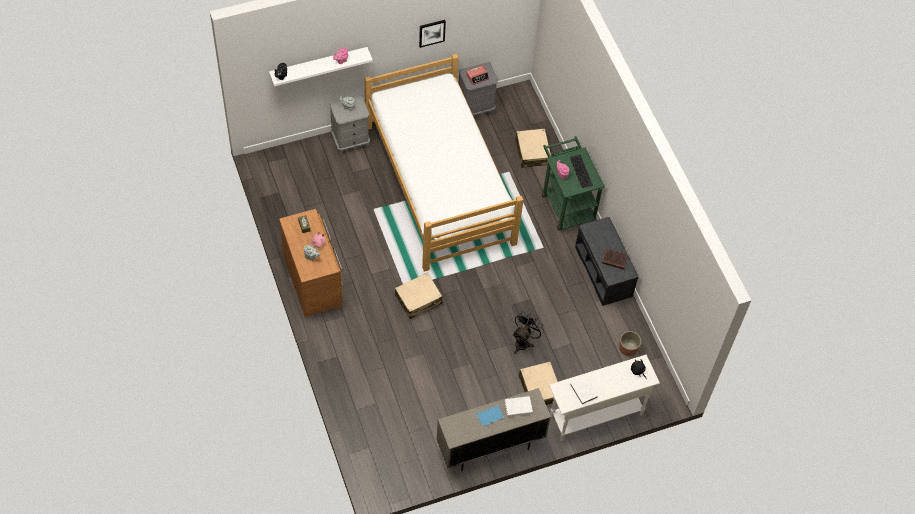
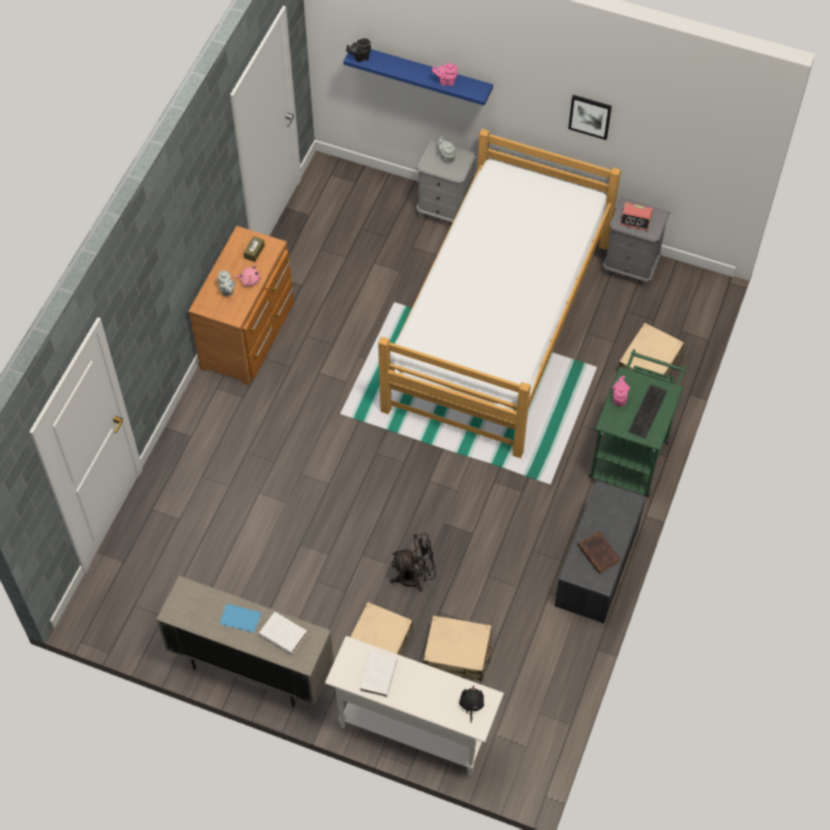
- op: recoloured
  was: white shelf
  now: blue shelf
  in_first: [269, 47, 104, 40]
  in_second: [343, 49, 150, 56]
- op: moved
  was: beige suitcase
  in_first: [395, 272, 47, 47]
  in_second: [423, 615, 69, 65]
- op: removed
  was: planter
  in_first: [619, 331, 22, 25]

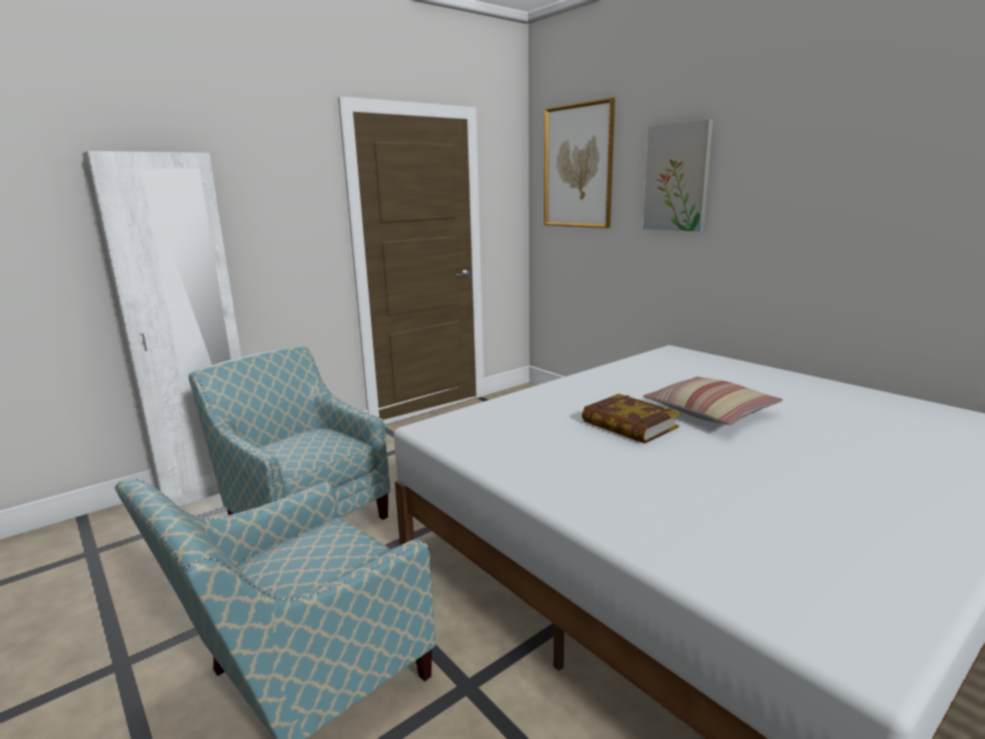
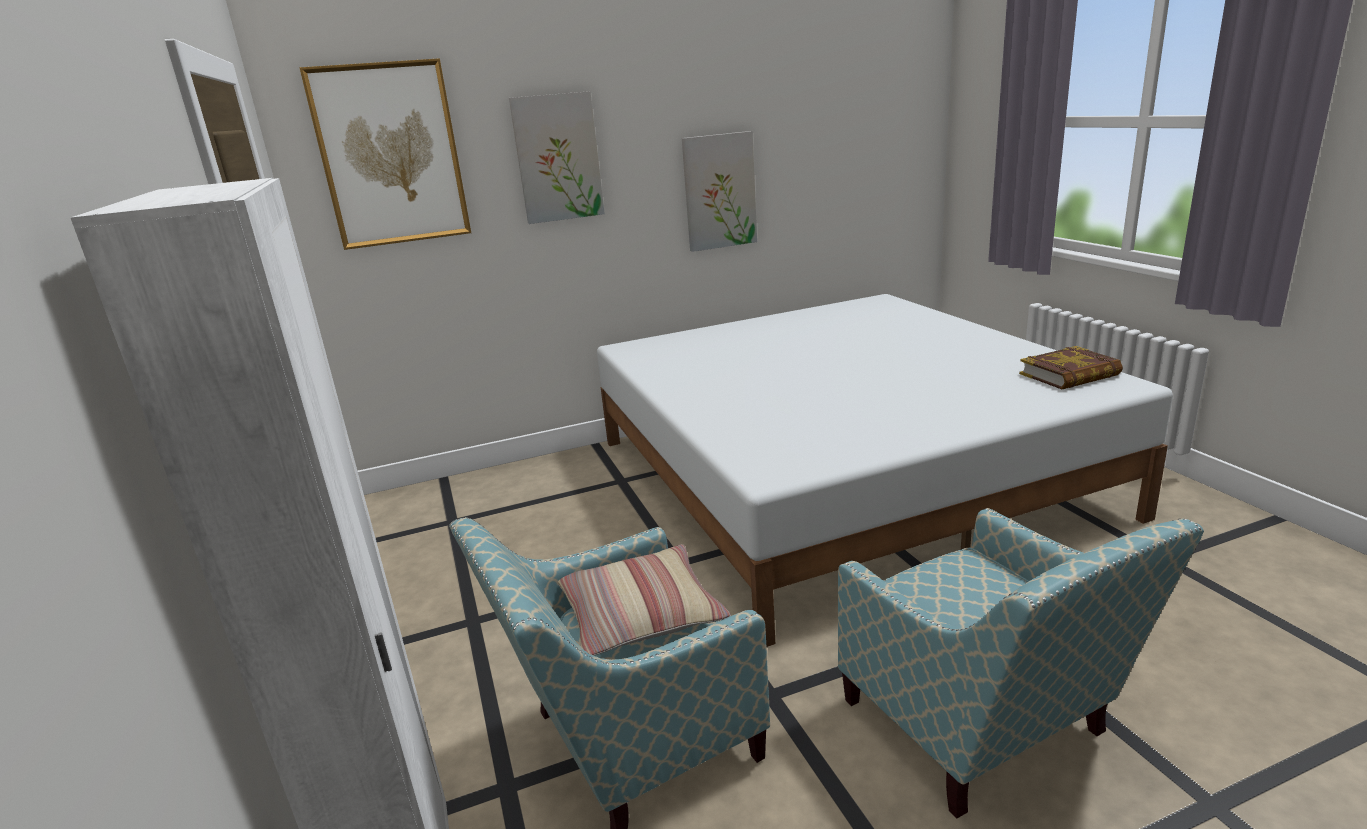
- op: moved
  was: pillow
  in_first: [643, 376, 140, 49]
  in_second: [558, 544, 173, 112]
- op: added
  now: picture
  in_second: [682, 131, 75, 121]
- op: moved
  was: book
  in_first: [582, 394, 99, 49]
  in_second: [1019, 346, 104, 43]

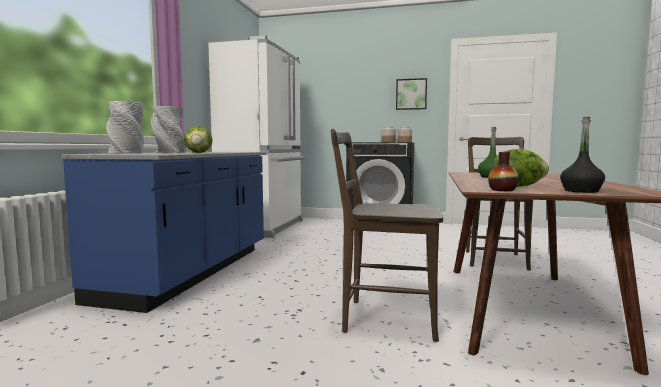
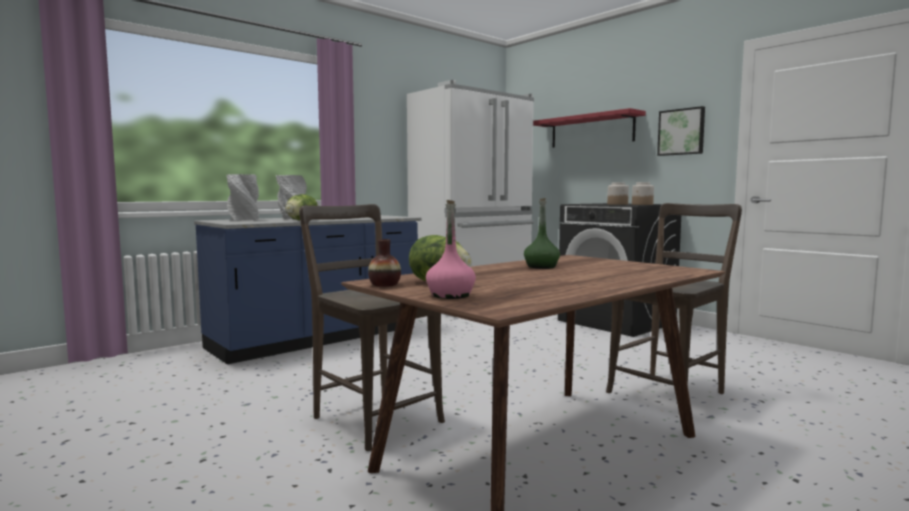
- op: recoloured
  was: black bottle
  now: pink bottle
  in_first: [560, 117, 45, 76]
  in_second: [426, 200, 50, 99]
- op: added
  now: red shelf
  in_second: [533, 108, 113, 40]

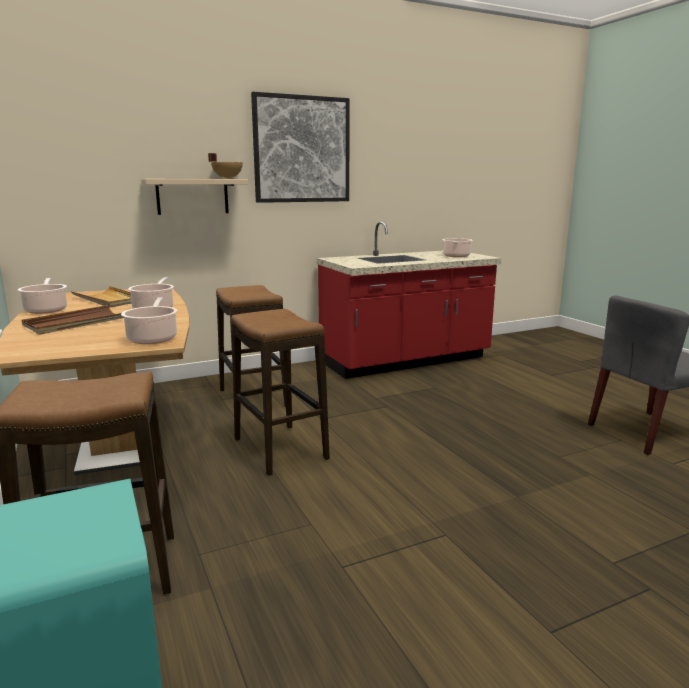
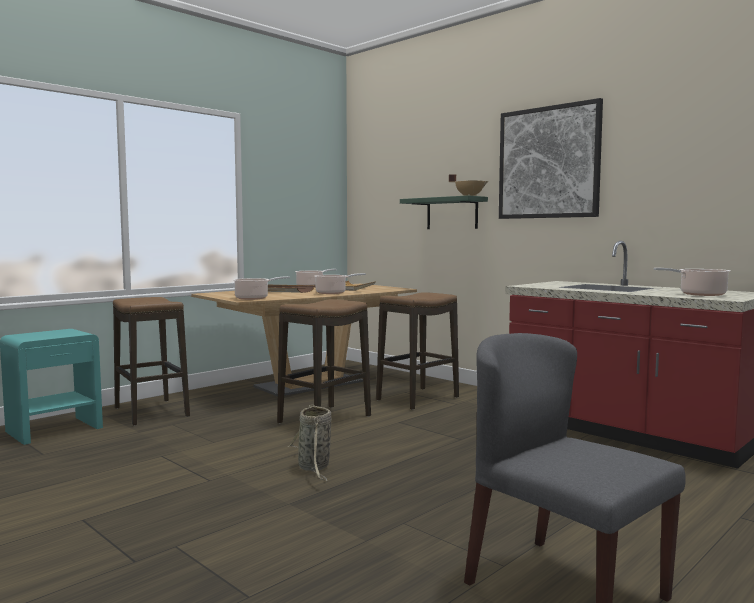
- op: added
  now: basket
  in_second: [288, 405, 44, 76]
- op: recoloured
  was: beige shelf
  now: green shelf
  in_first: [141, 179, 107, 36]
  in_second: [400, 195, 88, 34]

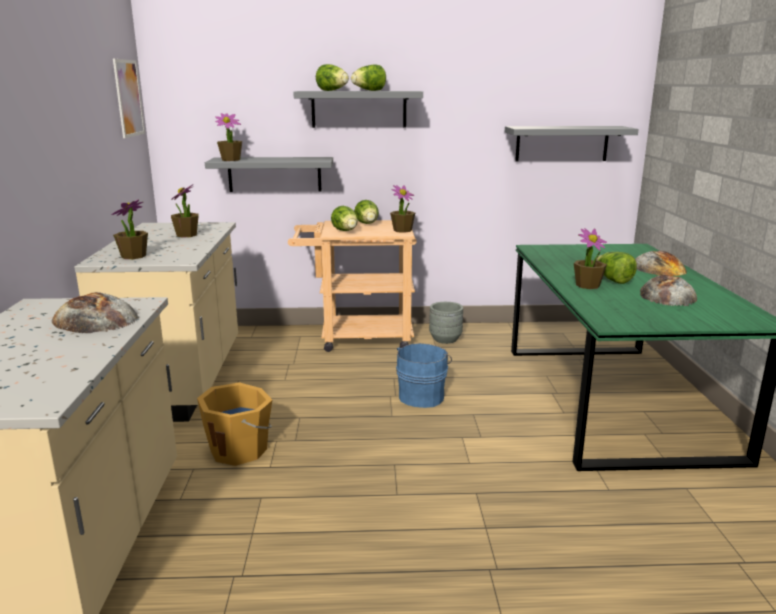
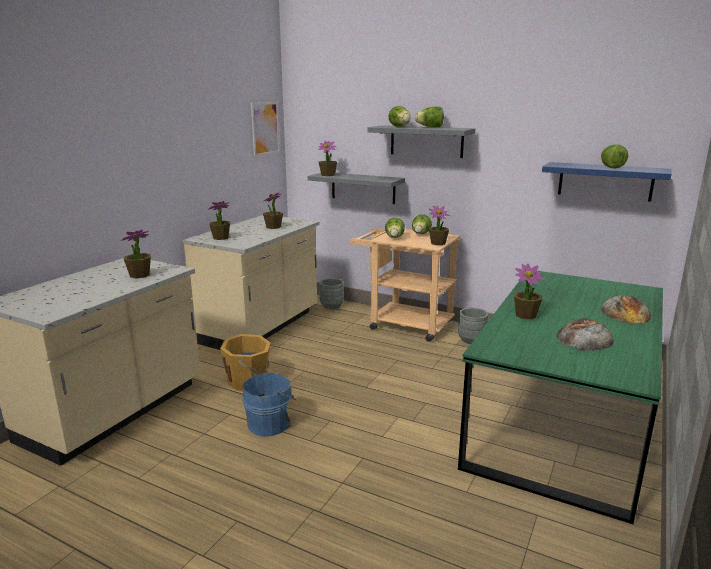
- op: replaced
  was: bread
  now: potted plant
  in_first: [52, 292, 87, 41]
  in_second: [121, 230, 30, 48]
- op: moved
  was: blue bucket
  in_first: [396, 343, 56, 65]
  in_second: [243, 373, 54, 64]
- op: added
  now: grey planter
  in_second: [319, 278, 25, 31]
- op: recoloured
  was: grey shelf
  now: blue shelf
  in_first: [505, 126, 134, 35]
  in_second: [542, 162, 129, 40]
- op: moved
  was: lettuce
  in_first: [596, 252, 41, 32]
  in_second: [601, 144, 27, 25]

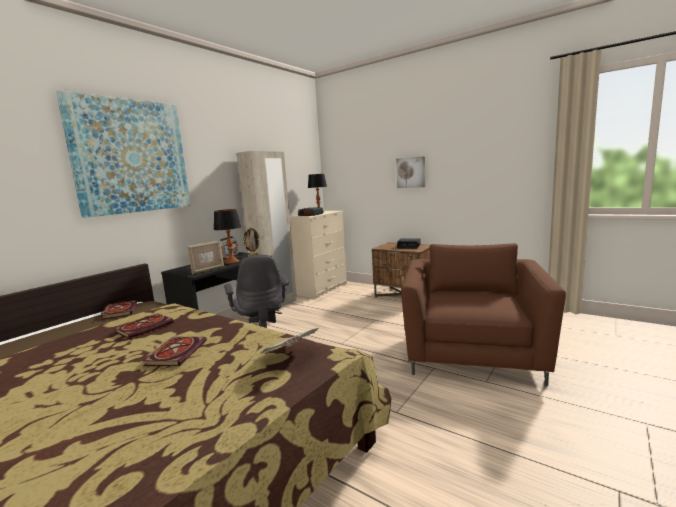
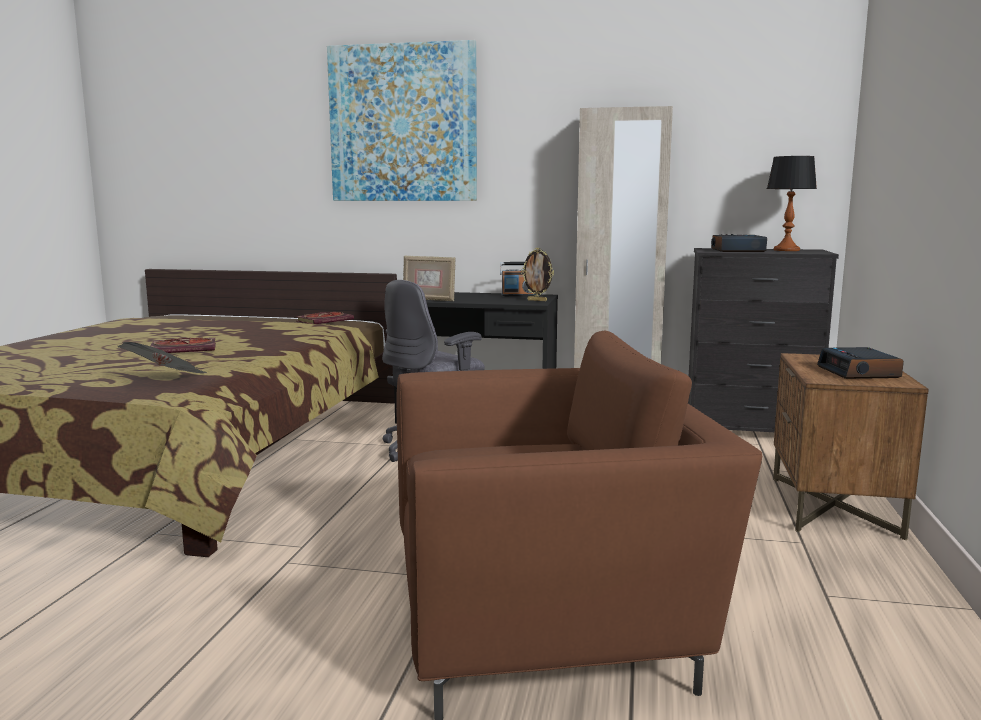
- op: recoloured
  was: beige dresser
  now: black dresser
  in_first: [290, 211, 57, 88]
  in_second: [688, 248, 151, 184]
- op: removed
  was: book
  in_first: [114, 313, 60, 26]
- op: removed
  was: table lamp
  in_first: [214, 209, 27, 55]
- op: removed
  was: picture
  in_first: [396, 156, 29, 32]

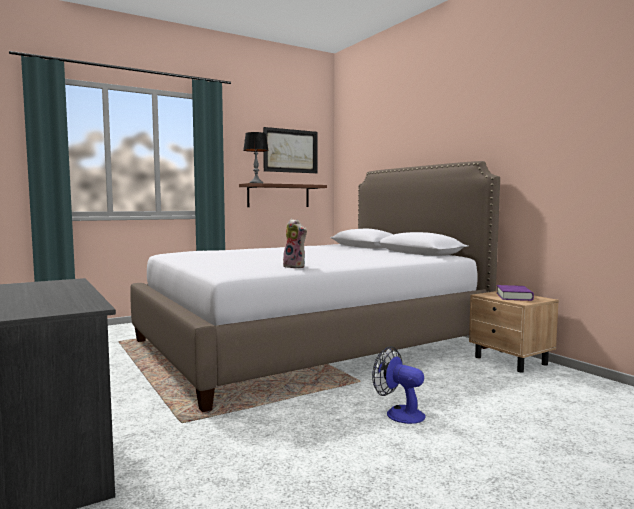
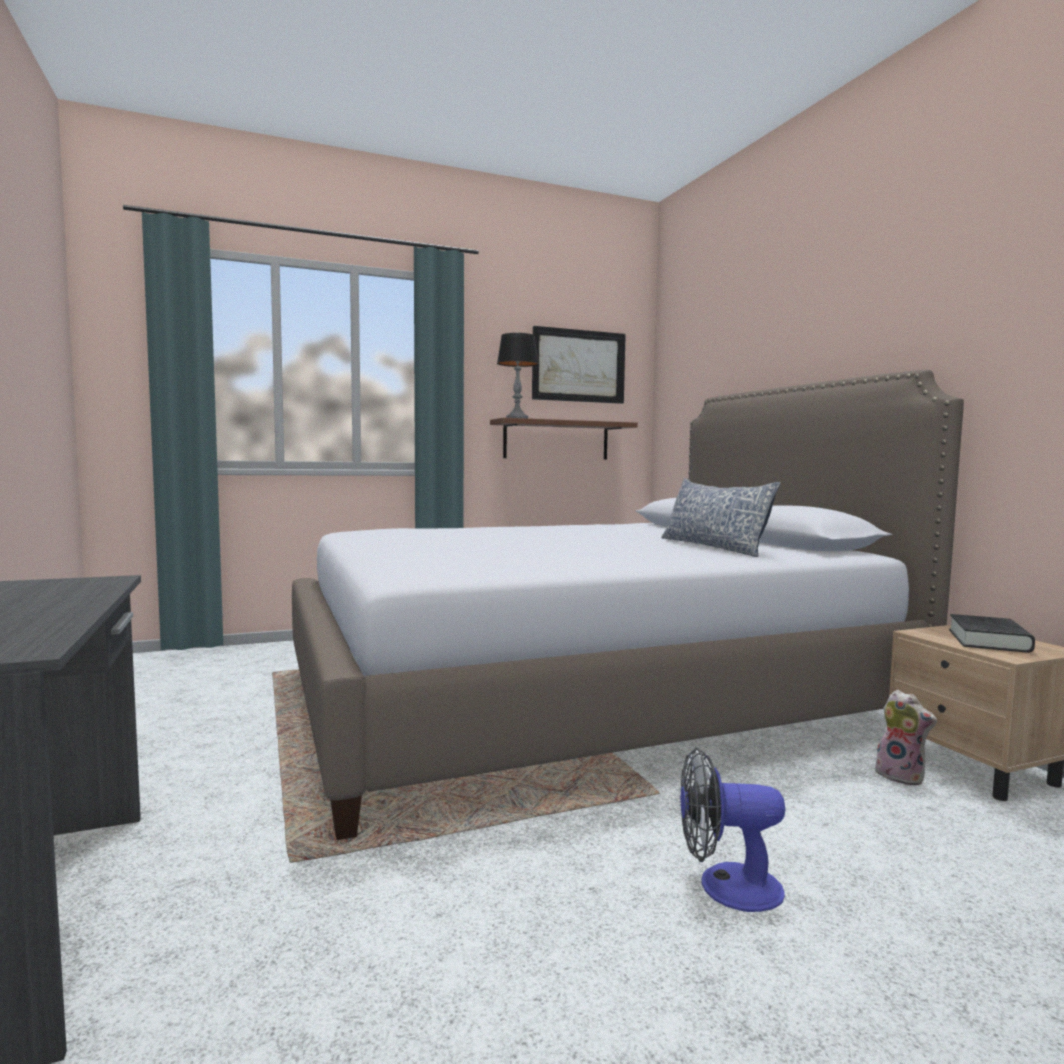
- op: added
  now: pillow
  in_second: [661, 478, 120, 79]
- op: turned
  was: fan
  in_first: [372, 346, 53, 78]
  in_second: [680, 748, 105, 164]
  clockwise: -45
- op: moved
  was: plush toy
  in_first: [283, 219, 24, 49]
  in_second: [875, 690, 62, 96]
- op: recoloured
  was: purple book
  now: black book
  in_first: [497, 285, 37, 16]
  in_second: [949, 614, 86, 39]

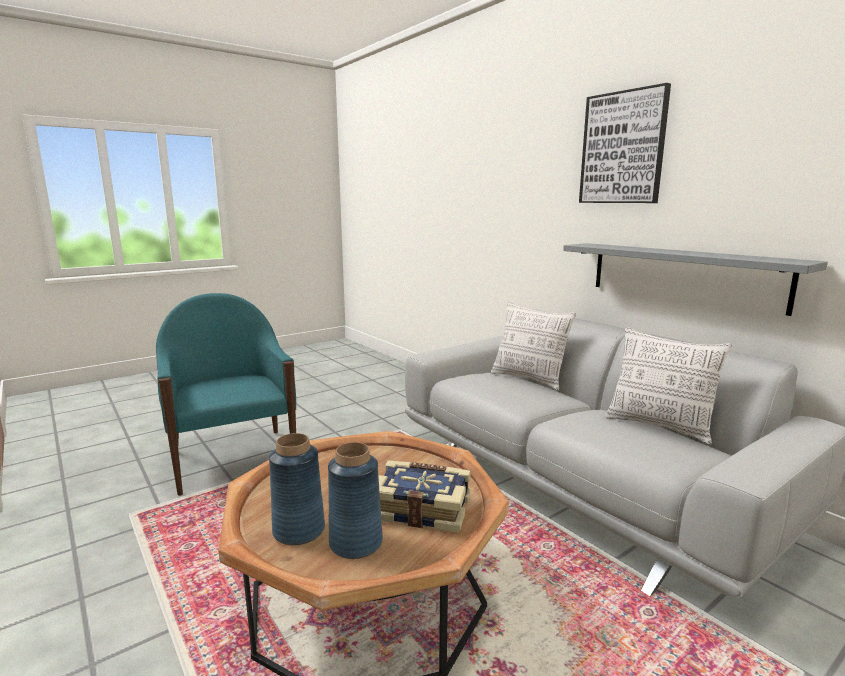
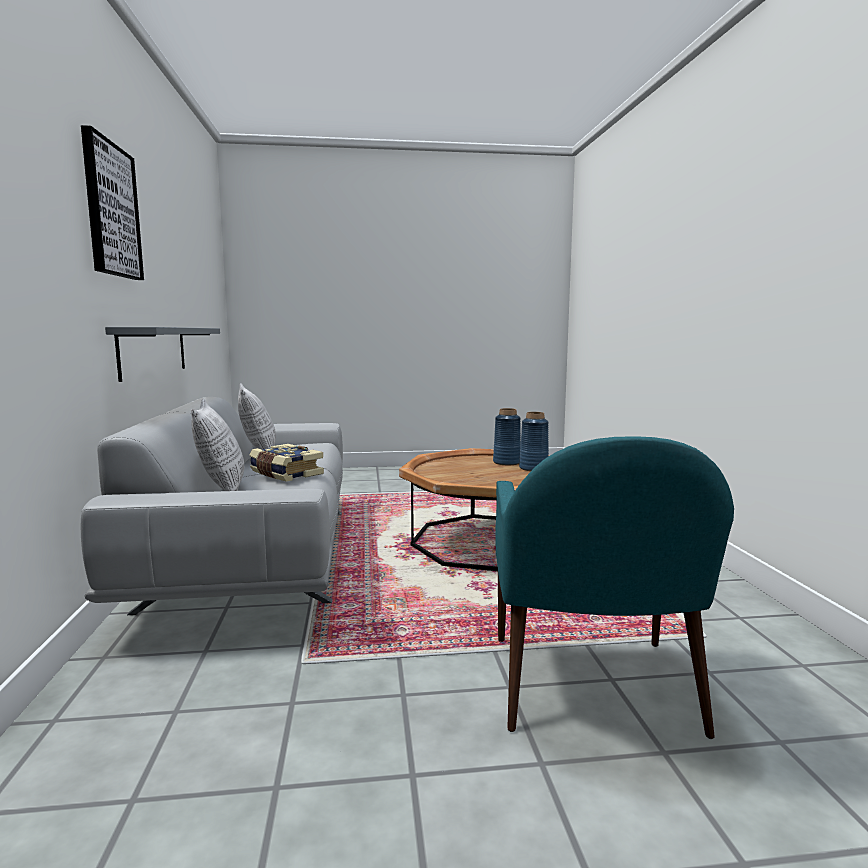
- op: moved
  was: book
  in_first: [379, 461, 92, 72]
  in_second: [249, 444, 75, 38]

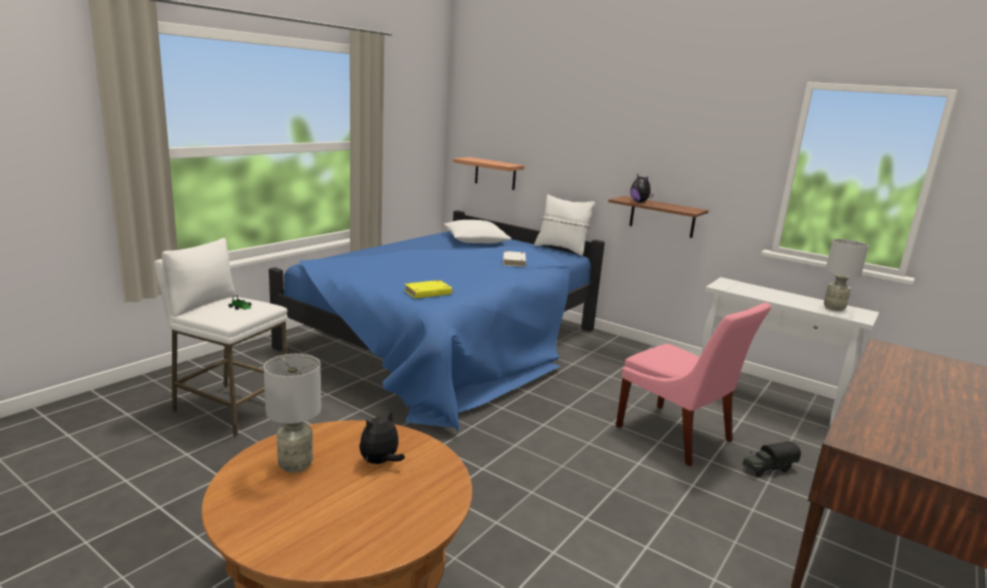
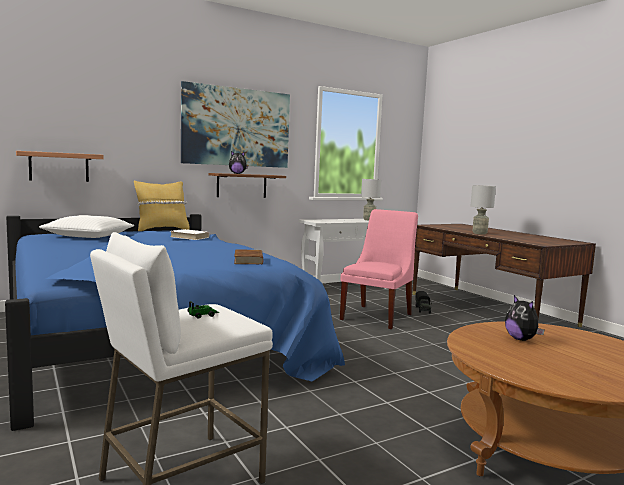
- op: recoloured
  was: white pillow
  now: yellow pillow
  in_first: [534, 194, 61, 62]
  in_second: [134, 180, 56, 51]
- op: added
  now: picture
  in_second: [181, 81, 109, 87]
- op: recoloured
  was: yellow book
  now: brown book
  in_first: [404, 280, 48, 19]
  in_second: [234, 249, 29, 15]
- op: turned
  was: pink chair
  in_first: [616, 303, 155, 163]
  in_second: [340, 209, 78, 120]
  clockwise: -45
- op: moved
  was: grey table lamp
  in_first: [264, 354, 57, 119]
  in_second: [471, 185, 25, 50]

